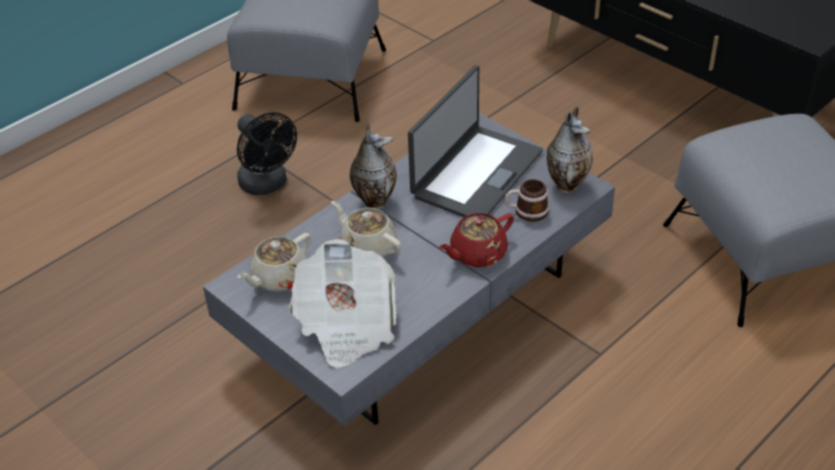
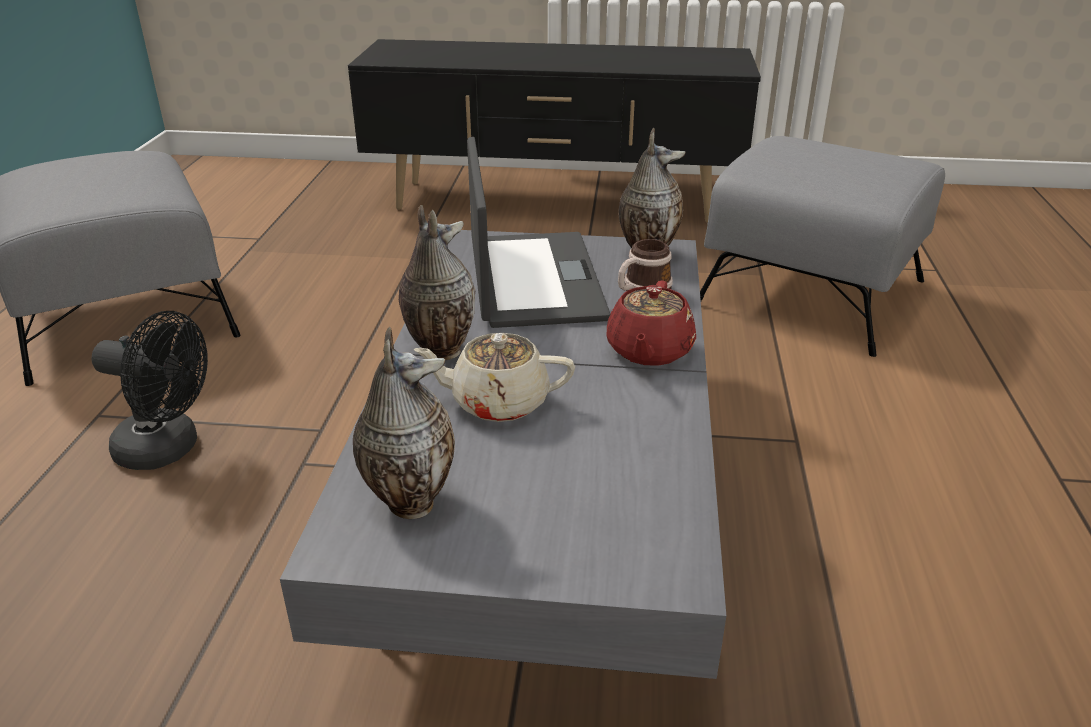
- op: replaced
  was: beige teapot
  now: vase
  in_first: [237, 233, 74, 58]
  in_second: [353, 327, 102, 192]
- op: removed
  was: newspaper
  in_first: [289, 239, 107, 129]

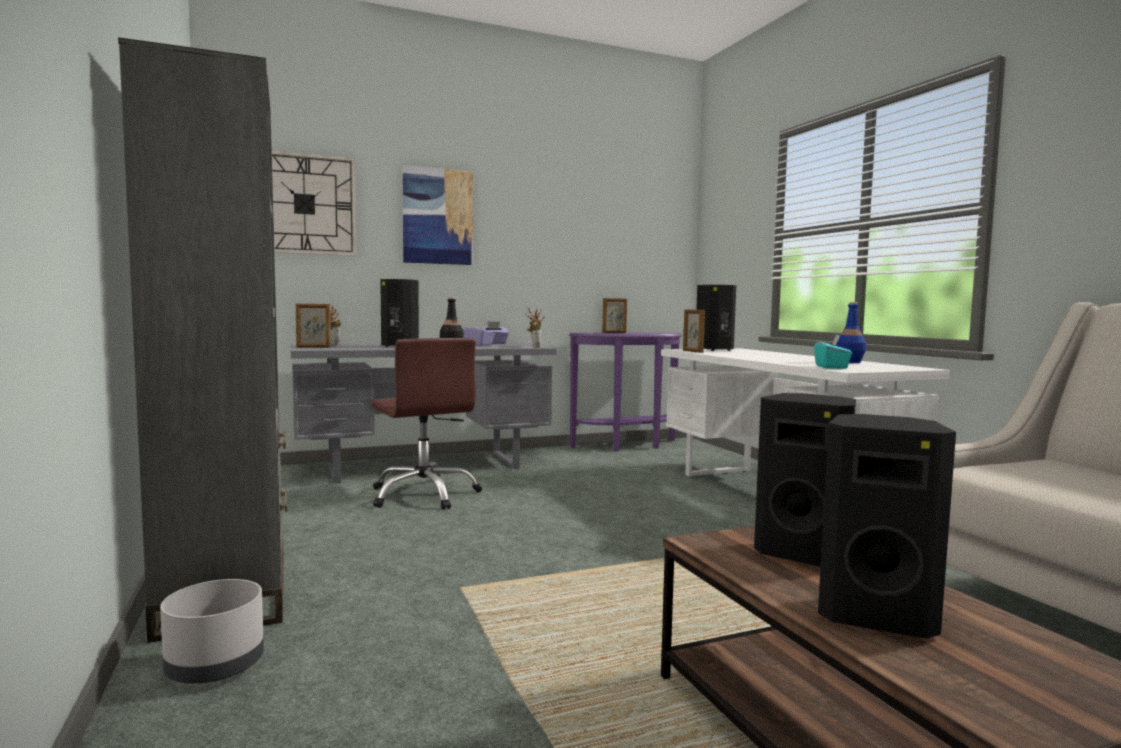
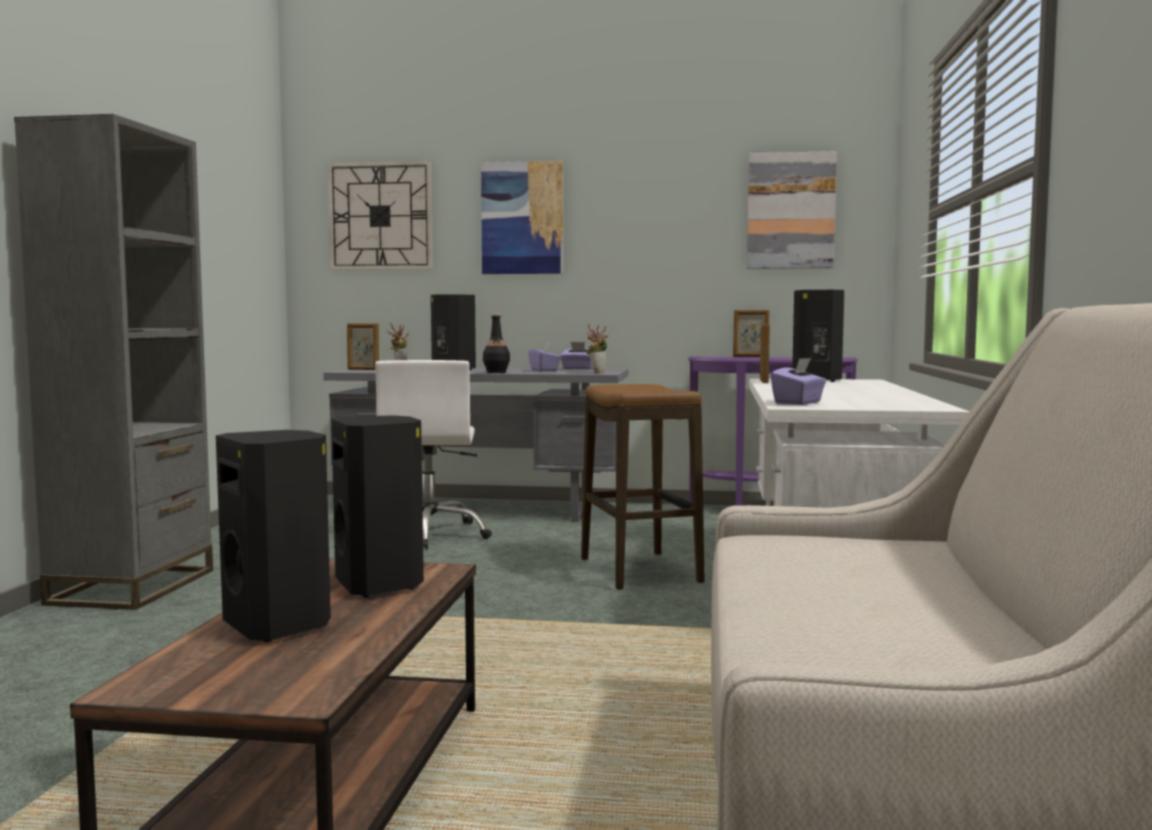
- op: recoloured
  was: brown office chair
  now: white office chair
  in_first: [372, 338, 110, 172]
  in_second: [375, 360, 117, 189]
- op: added
  now: stool
  in_second: [581, 384, 124, 206]
- op: added
  now: picture
  in_second: [747, 151, 90, 118]
- op: recoloured
  was: turquoise tissue box
  now: purple tissue box
  in_first: [814, 334, 39, 35]
  in_second: [771, 358, 55, 47]
- op: removed
  was: grey planter
  in_first: [160, 579, 104, 104]
- op: removed
  was: blue bottle
  in_first: [836, 302, 30, 61]

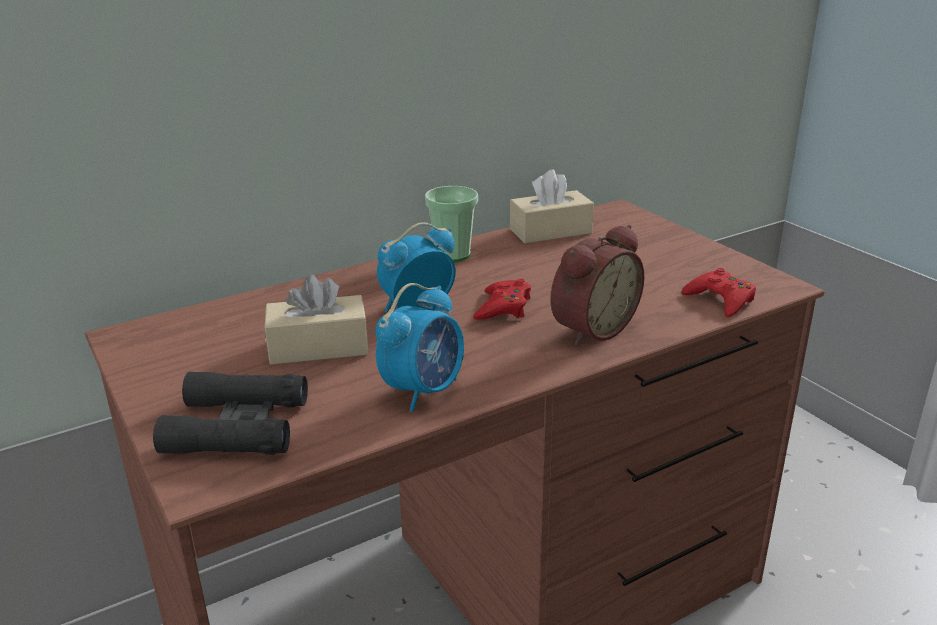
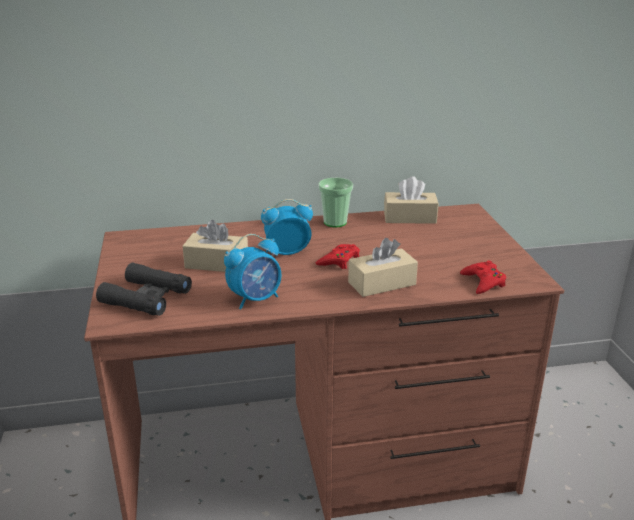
- op: replaced
  was: alarm clock
  now: beige tissue box
  in_first: [550, 224, 94, 122]
  in_second: [348, 238, 70, 59]

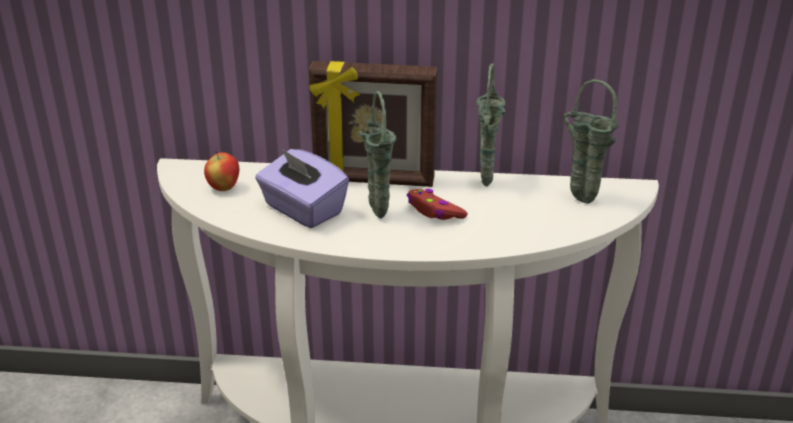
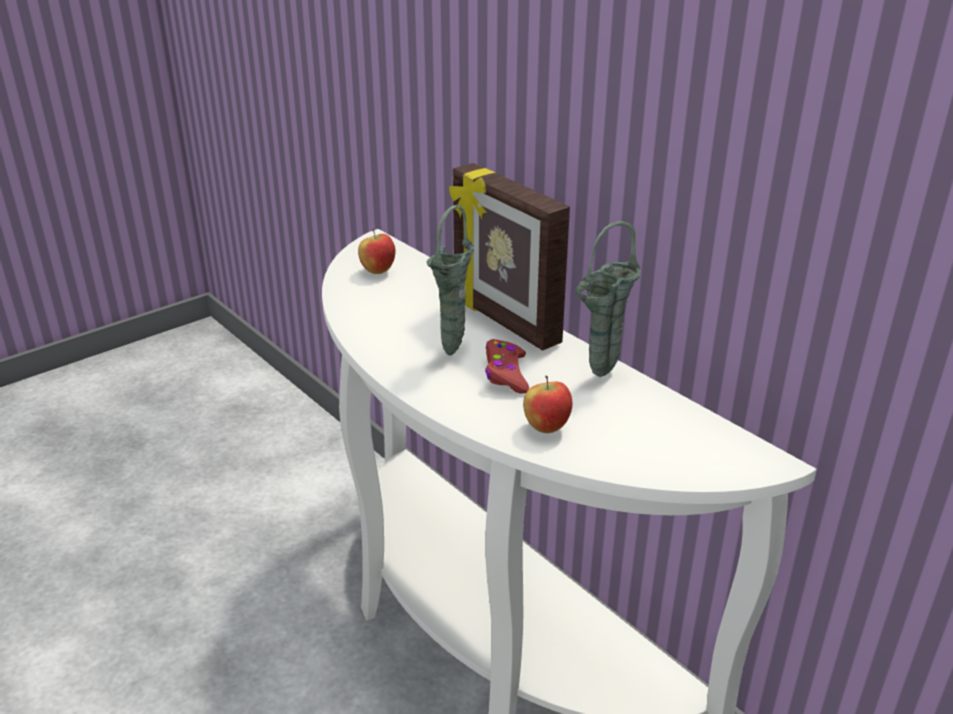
- op: added
  now: apple
  in_second: [523, 376, 50, 57]
- op: removed
  was: purple tissue box
  in_first: [255, 148, 94, 80]
- op: removed
  was: green vase
  in_first: [563, 79, 56, 124]

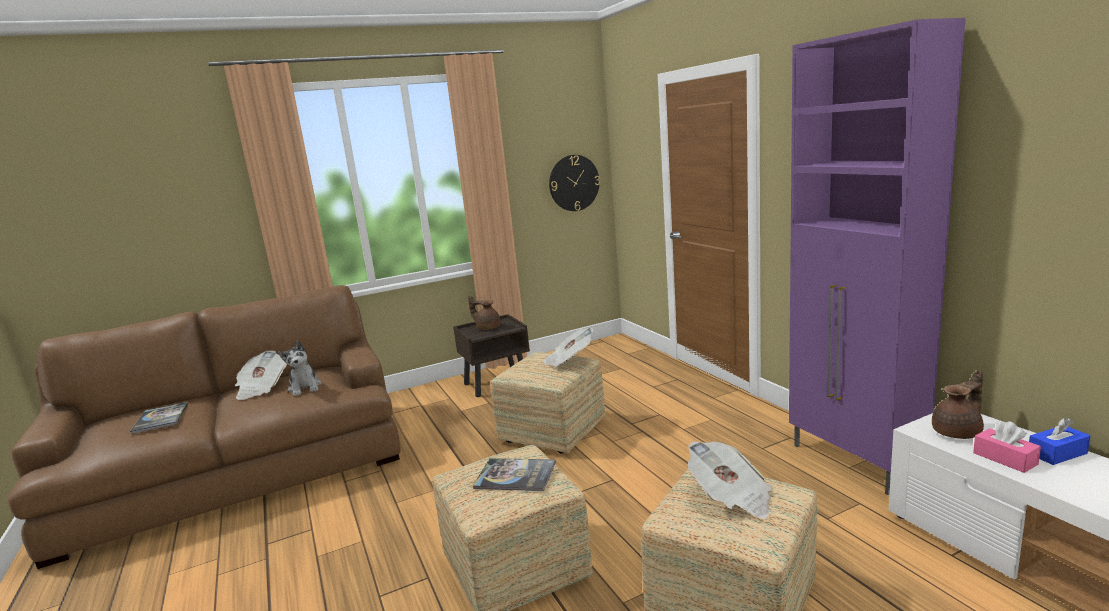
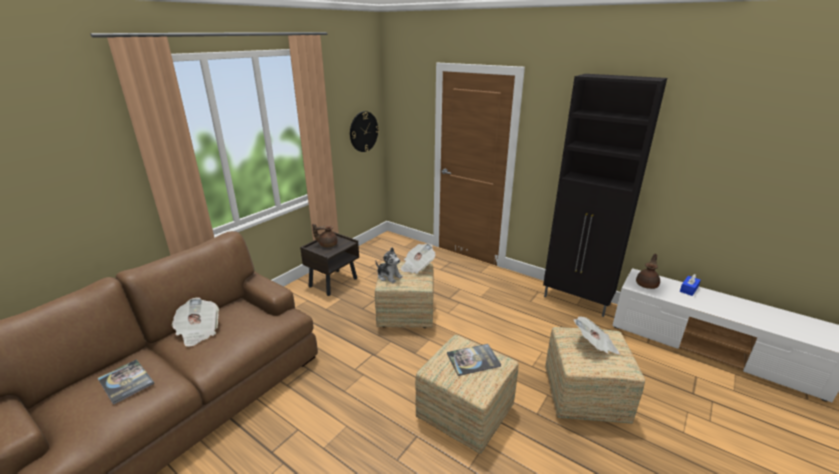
- op: moved
  was: plush toy
  in_first: [278, 341, 44, 55]
  in_second: [375, 248, 28, 35]
- op: recoloured
  was: purple cabinet
  now: black cabinet
  in_first: [789, 18, 177, 477]
  in_second: [543, 74, 124, 243]
- op: removed
  was: pink tissue box
  in_first: [973, 421, 68, 52]

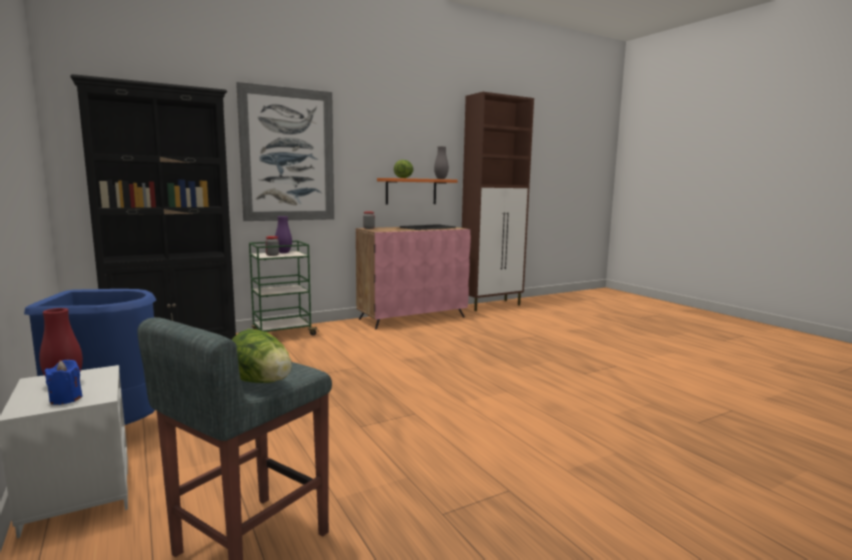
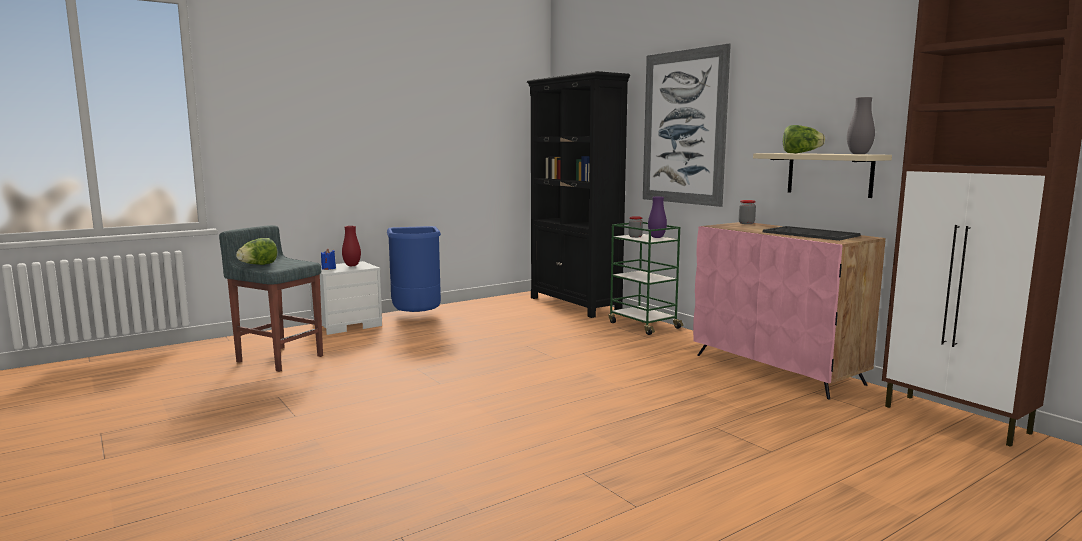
- op: recoloured
  was: orange shelf
  now: beige shelf
  in_first: [377, 178, 80, 26]
  in_second: [753, 153, 139, 45]

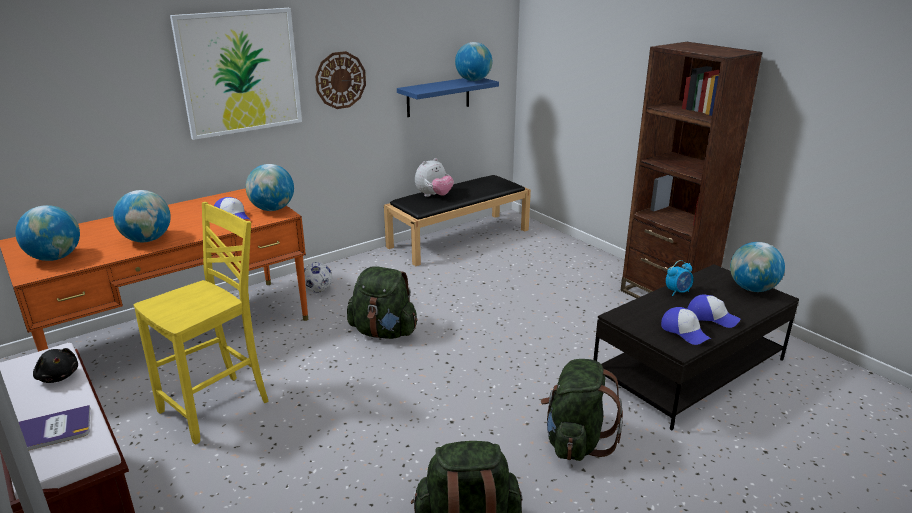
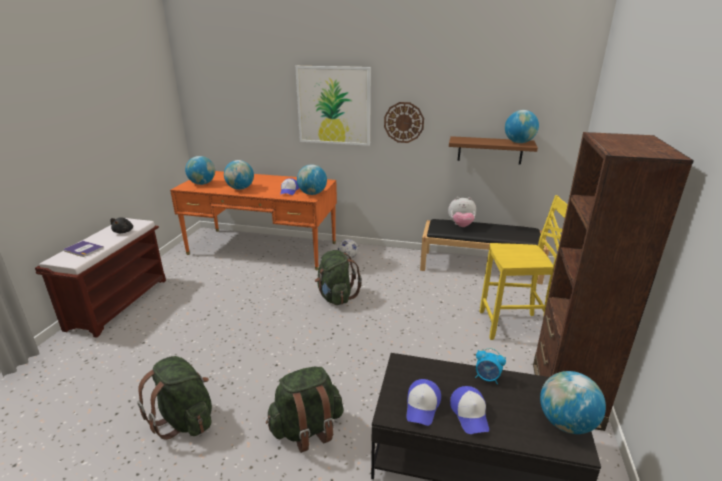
- op: recoloured
  was: blue shelf
  now: brown shelf
  in_first: [397, 78, 102, 39]
  in_second: [449, 136, 89, 29]
- op: moved
  was: yellow chair
  in_first: [134, 202, 135, 243]
  in_second: [480, 195, 88, 145]

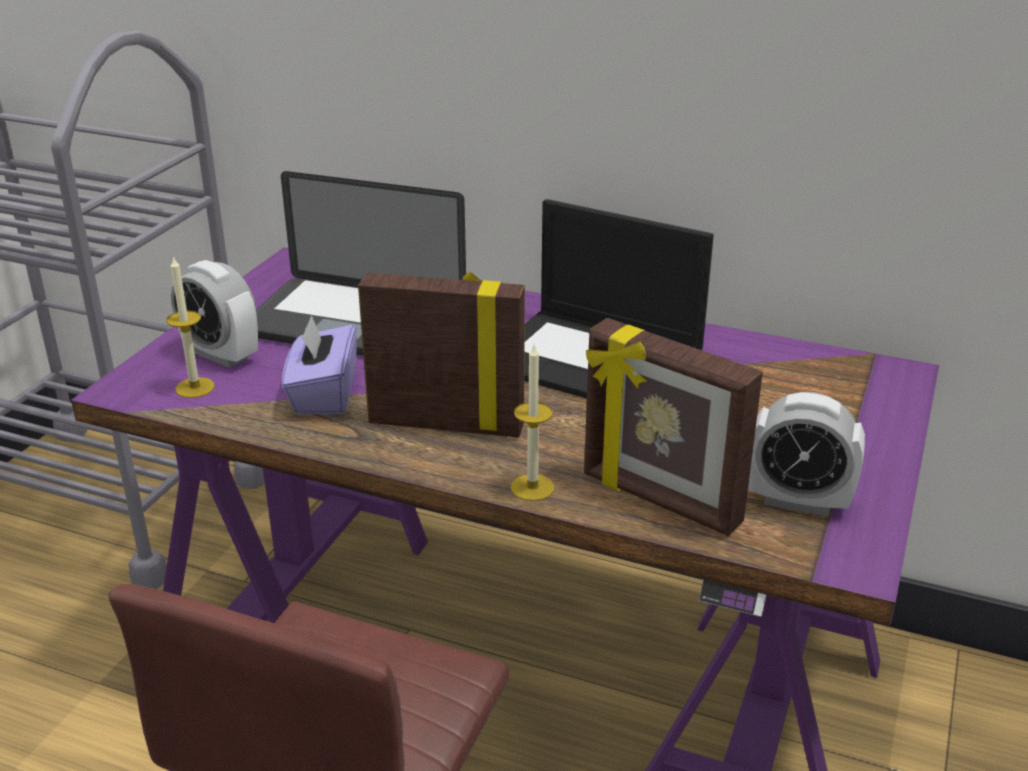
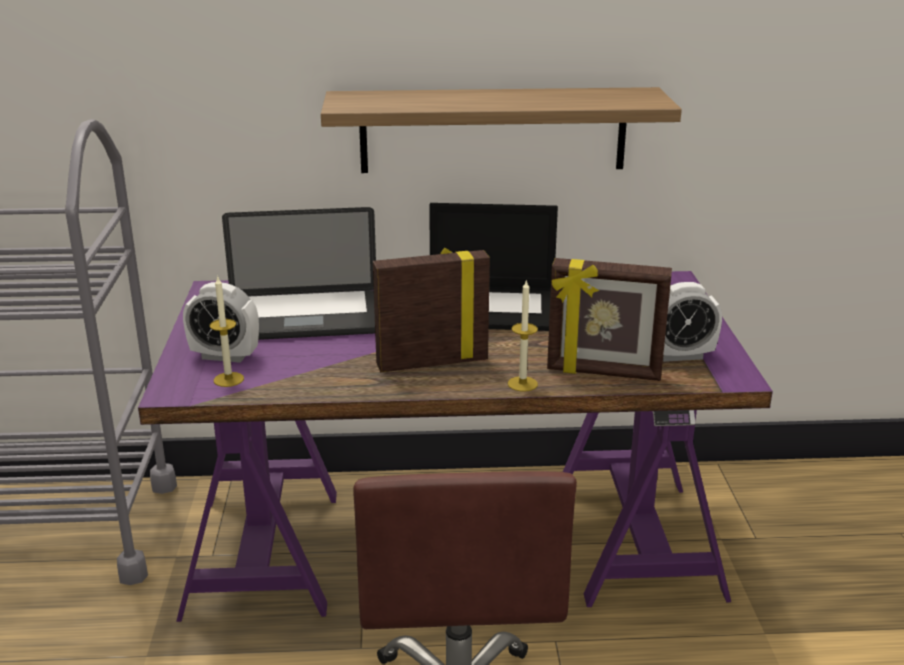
- op: added
  now: shelf
  in_second: [321, 87, 361, 86]
- op: removed
  was: purple tissue box
  in_first: [282, 315, 75, 99]

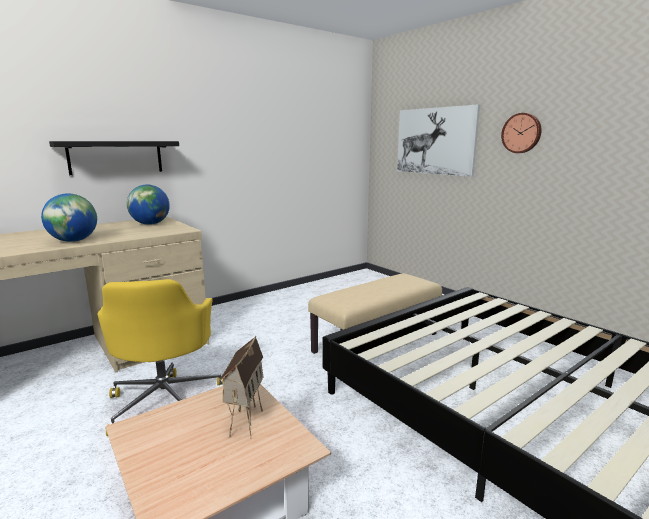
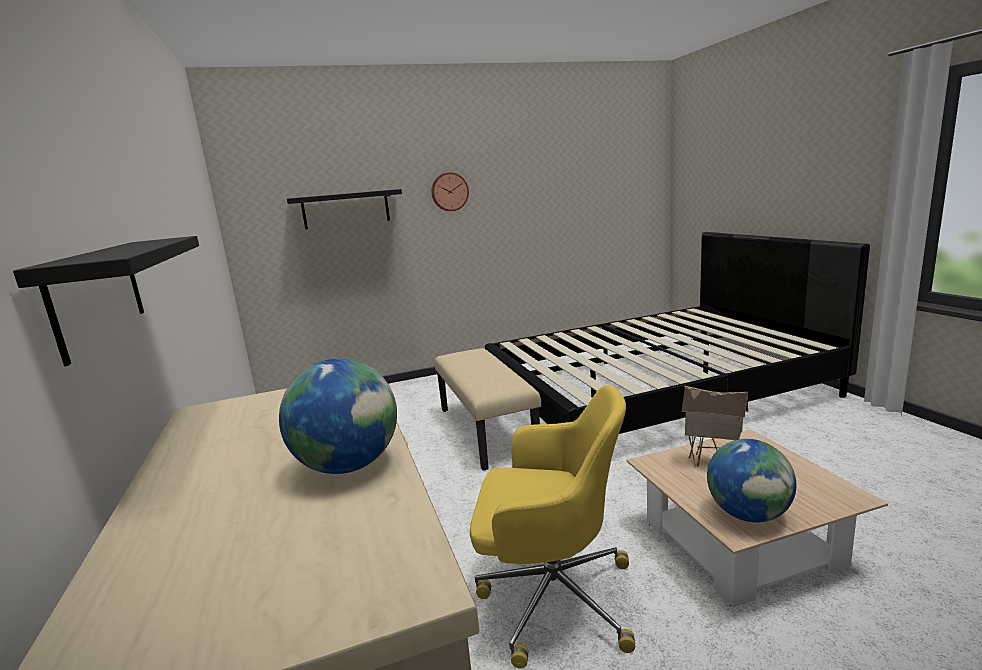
- op: replaced
  was: picture
  now: black shelf
  in_first: [397, 104, 83, 73]
  in_second: [287, 189, 115, 40]
- op: moved
  was: globe
  in_first: [127, 185, 43, 40]
  in_second: [707, 439, 89, 83]

